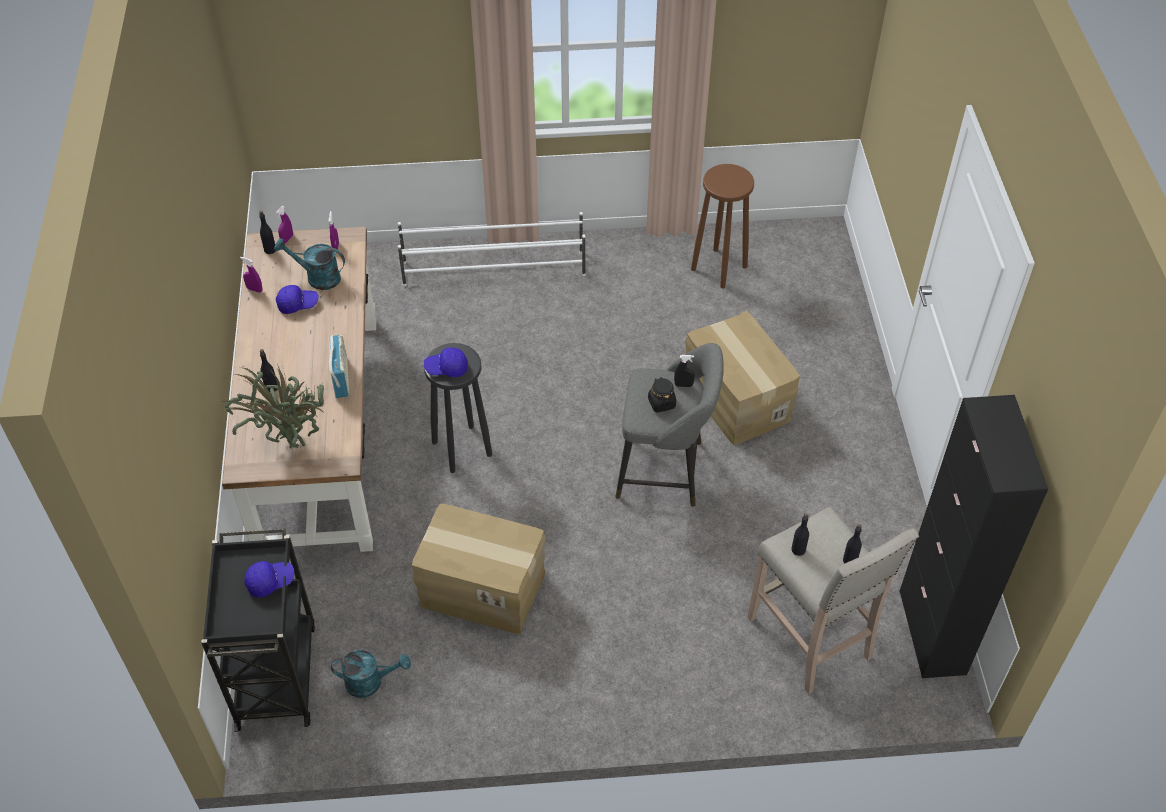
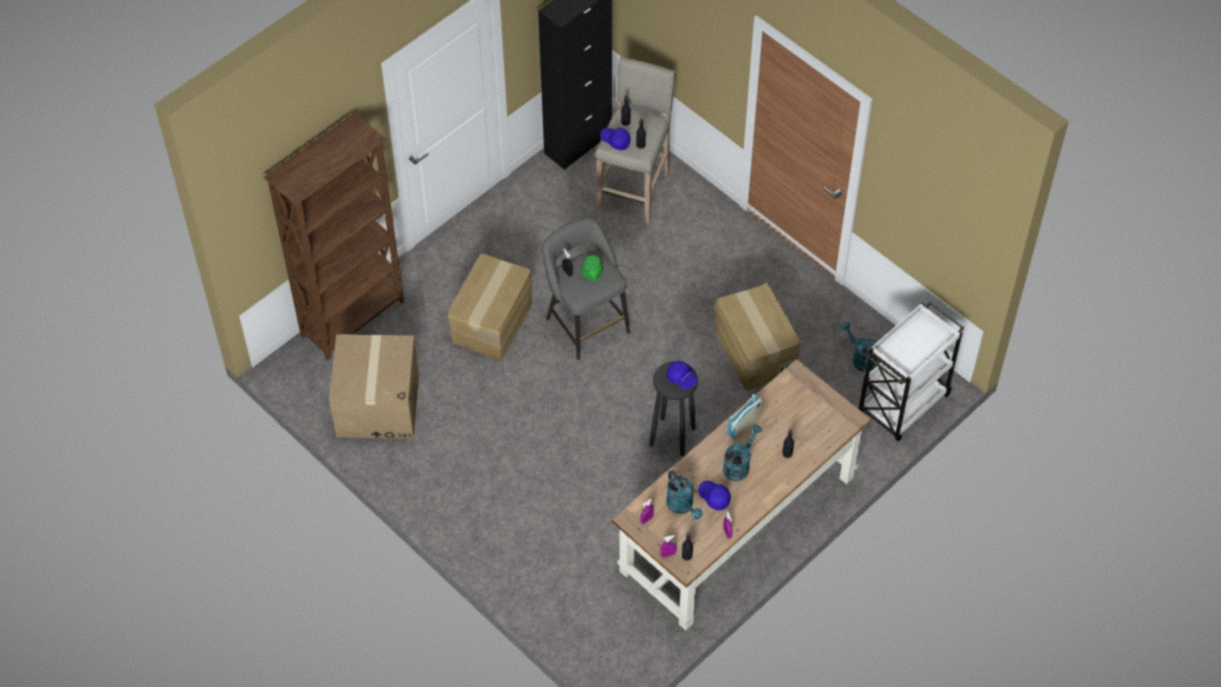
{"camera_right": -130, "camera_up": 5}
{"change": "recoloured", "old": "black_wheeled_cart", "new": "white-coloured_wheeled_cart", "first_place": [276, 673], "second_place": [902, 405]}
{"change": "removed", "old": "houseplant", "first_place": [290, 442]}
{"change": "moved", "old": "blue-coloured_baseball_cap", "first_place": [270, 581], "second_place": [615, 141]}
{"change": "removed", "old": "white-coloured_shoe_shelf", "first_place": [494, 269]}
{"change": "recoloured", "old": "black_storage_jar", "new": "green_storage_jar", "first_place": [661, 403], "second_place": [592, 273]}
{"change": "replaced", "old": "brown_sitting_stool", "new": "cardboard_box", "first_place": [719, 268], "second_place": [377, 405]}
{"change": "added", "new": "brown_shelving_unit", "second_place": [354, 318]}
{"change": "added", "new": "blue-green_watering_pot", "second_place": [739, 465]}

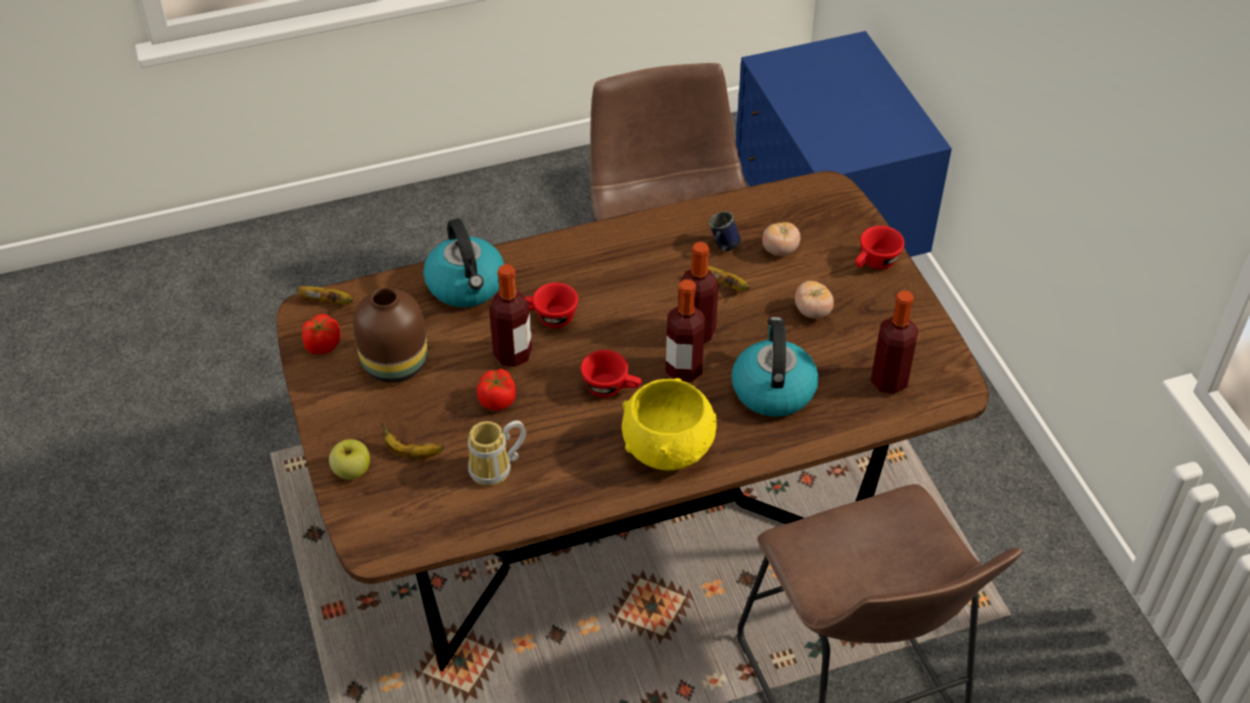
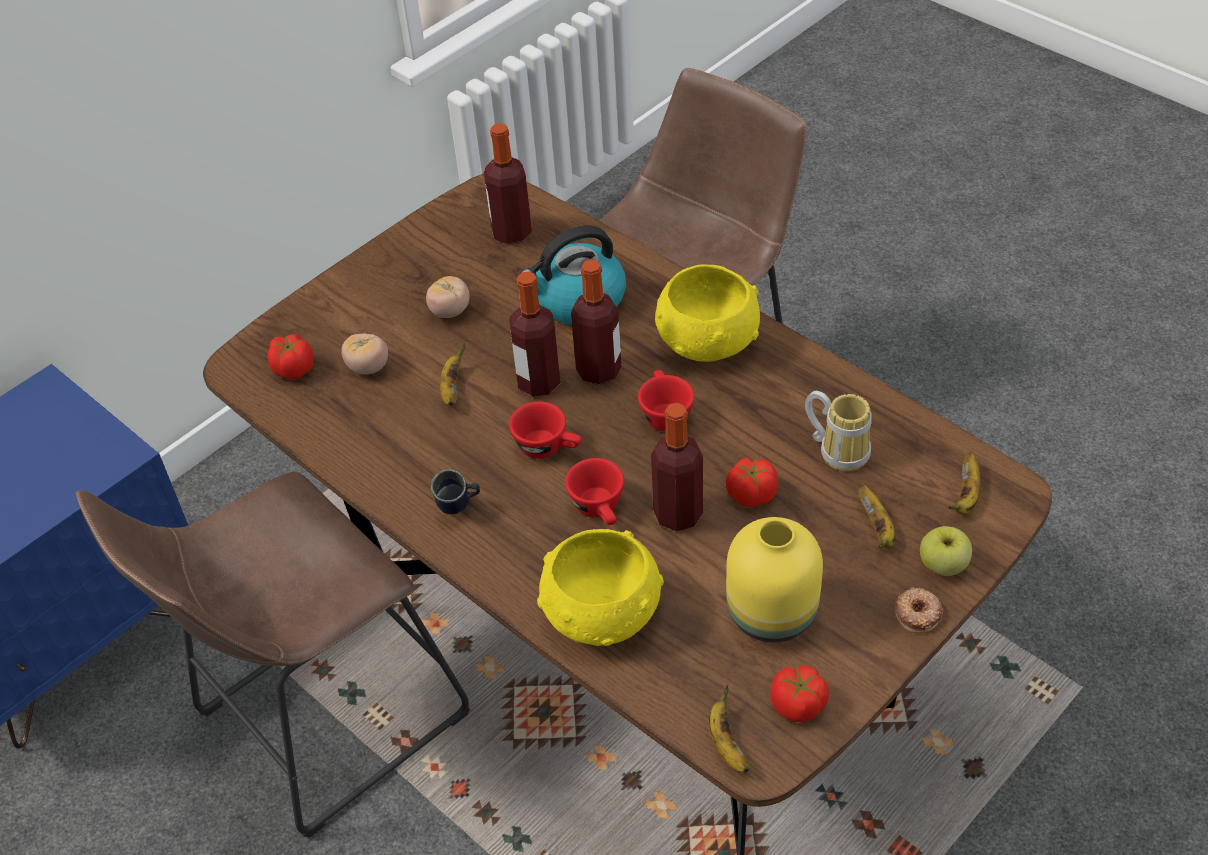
{"camera_right": -115, "camera_up": 0}
{"change": "recoloured", "old": "brown_decorative_vase", "new": "yellow-coloured_decorative_vase", "first_place": [394, 363], "second_place": [771, 615]}
{"change": "replaced", "old": "tea_kettle", "new": "yellow-coloured_deep_dish", "first_place": [466, 285], "second_place": [600, 613]}
{"change": "moved", "old": "blue-coloured_tea_mug", "first_place": [722, 247], "second_place": [459, 507]}
{"change": "moved", "old": "red-coloured_drinking_cup", "first_place": [875, 264], "second_place": [548, 447]}
{"change": "added", "new": "tomato", "second_place": [293, 369]}
{"change": "added", "new": "doughnut", "second_place": [918, 613]}
{"change": "added", "new": "whole_banana", "second_place": [966, 496]}

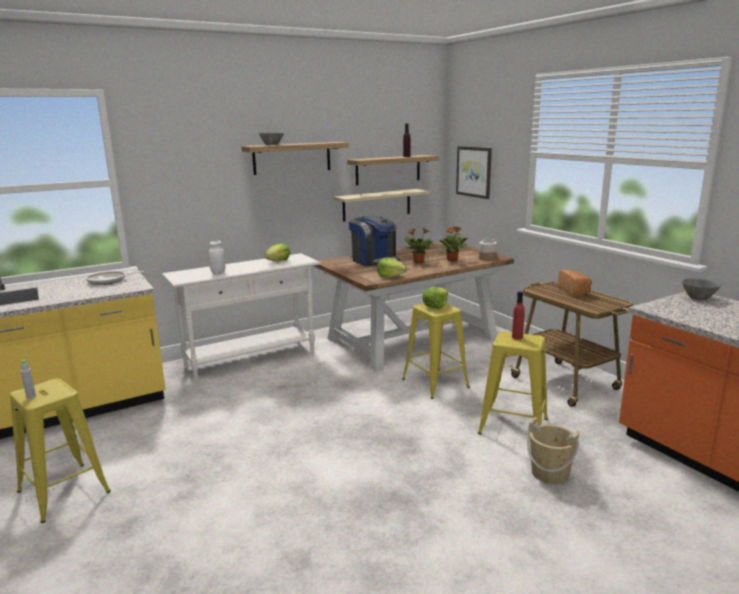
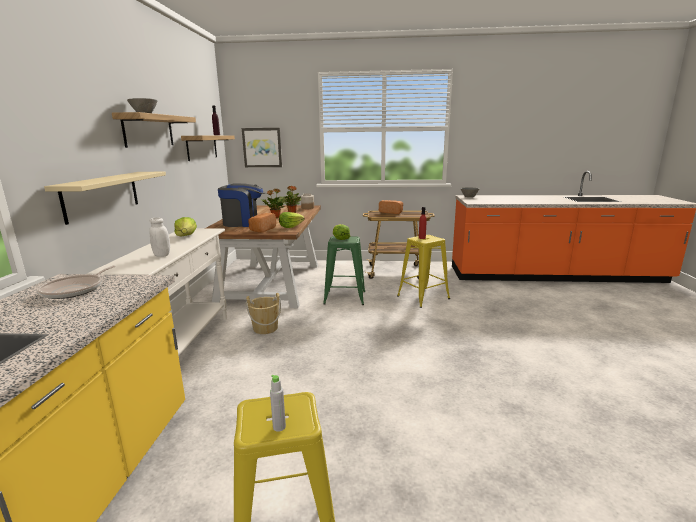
{"camera_right": -55, "camera_up": 0}
{"change": "moved", "old": "beige_wall_shelf", "first_place": [377, 205], "second_place": [102, 195]}
{"change": "recoloured", "old": "yellow-coloured_sitting_stool", "new": "green_sitting_stool", "first_place": [435, 383], "second_place": [345, 298]}
{"change": "moved", "old": "beige_water_bucket", "first_place": [550, 473], "second_place": [265, 328]}
{"change": "added", "new": "bread", "second_place": [262, 229]}

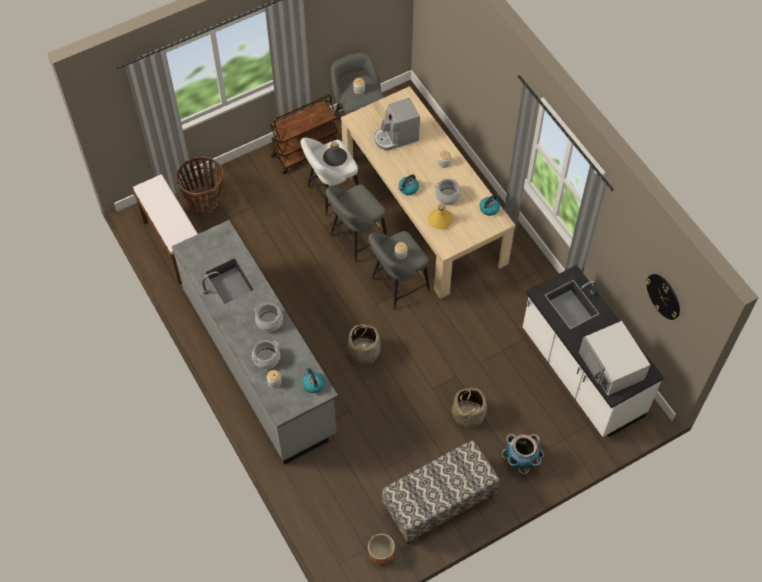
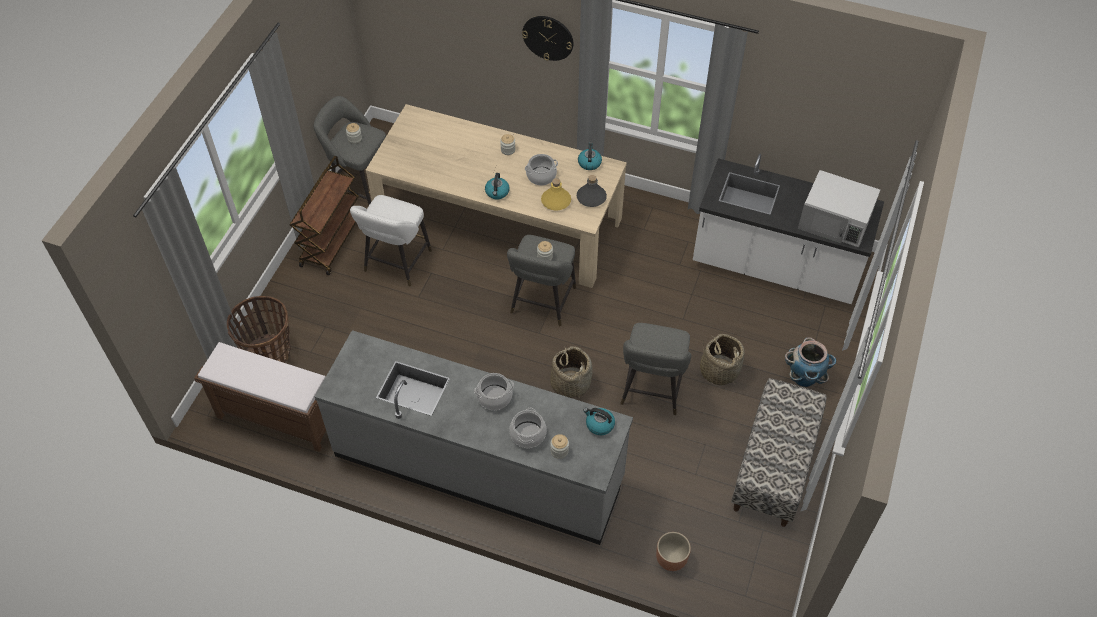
{"camera_right": -40, "camera_up": -5}
{"change": "moved", "old": "grey_beverage_bottle", "first_place": [335, 158], "second_place": [591, 197]}
{"change": "moved", "old": "grey_sitting_stool", "first_place": [356, 240], "second_place": [651, 391]}
{"change": "moved", "old": "brown_plant_pot", "first_place": [381, 554], "second_place": [671, 559]}
{"change": "removed", "old": "coffee_brewer", "first_place": [396, 137]}
{"change": "moved", "old": "wall_clock", "first_place": [663, 296], "second_place": [548, 37]}

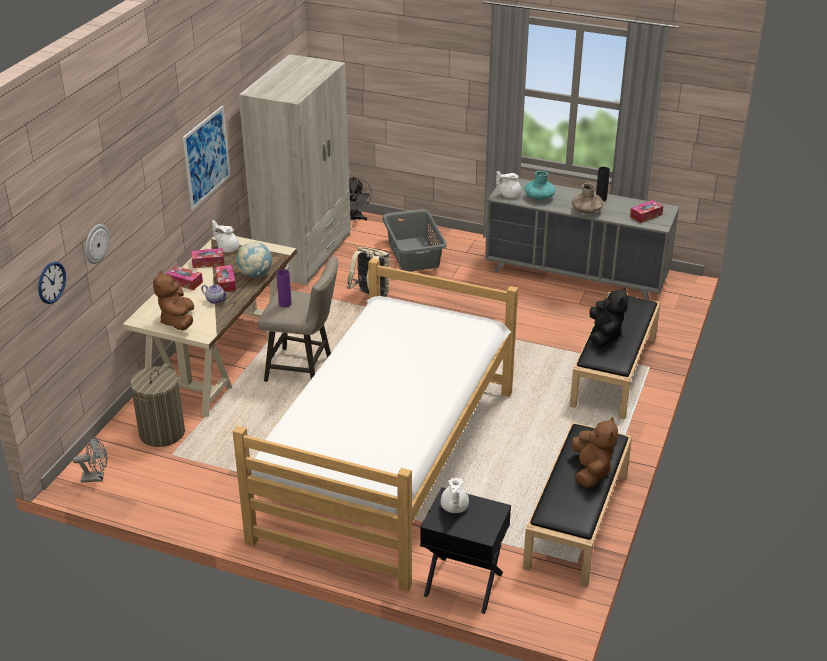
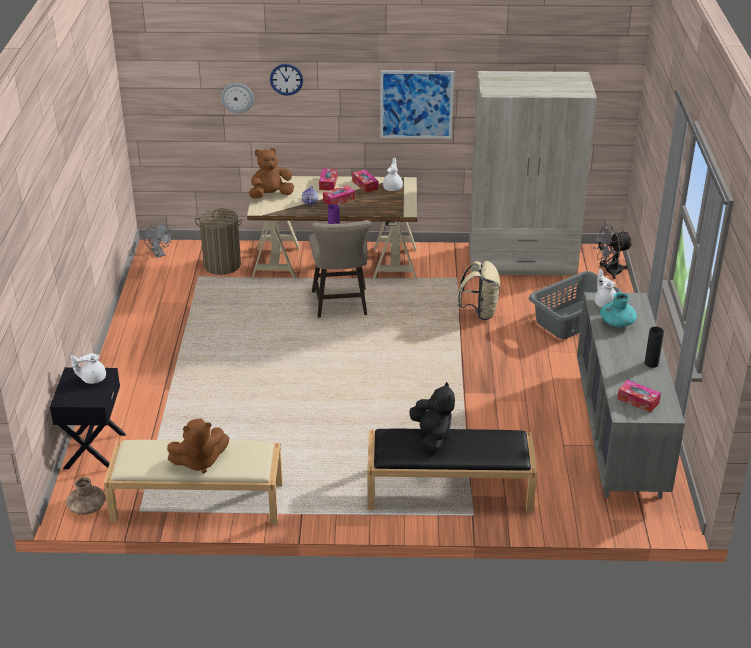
{"camera_right": 70, "camera_up": 0}
{"change": "moved", "old": "wall_clock", "first_place": [51, 282], "second_place": [286, 79]}
{"change": "removed", "old": "bed", "first_place": [387, 462]}
{"change": "removed", "old": "globe", "first_place": [255, 275]}
{"change": "recoloured", "old": "black_indoor_bench", "new": "beige_indoor_bench", "first_place": [577, 521], "second_place": [196, 502]}
{"change": "moved", "old": "brown_decorative_vase", "first_place": [586, 210], "second_place": [87, 508]}
{"change": "turned", "old": "black_plush_toy", "first_place": [604, 335], "second_place": [432, 437], "degrees": -90}

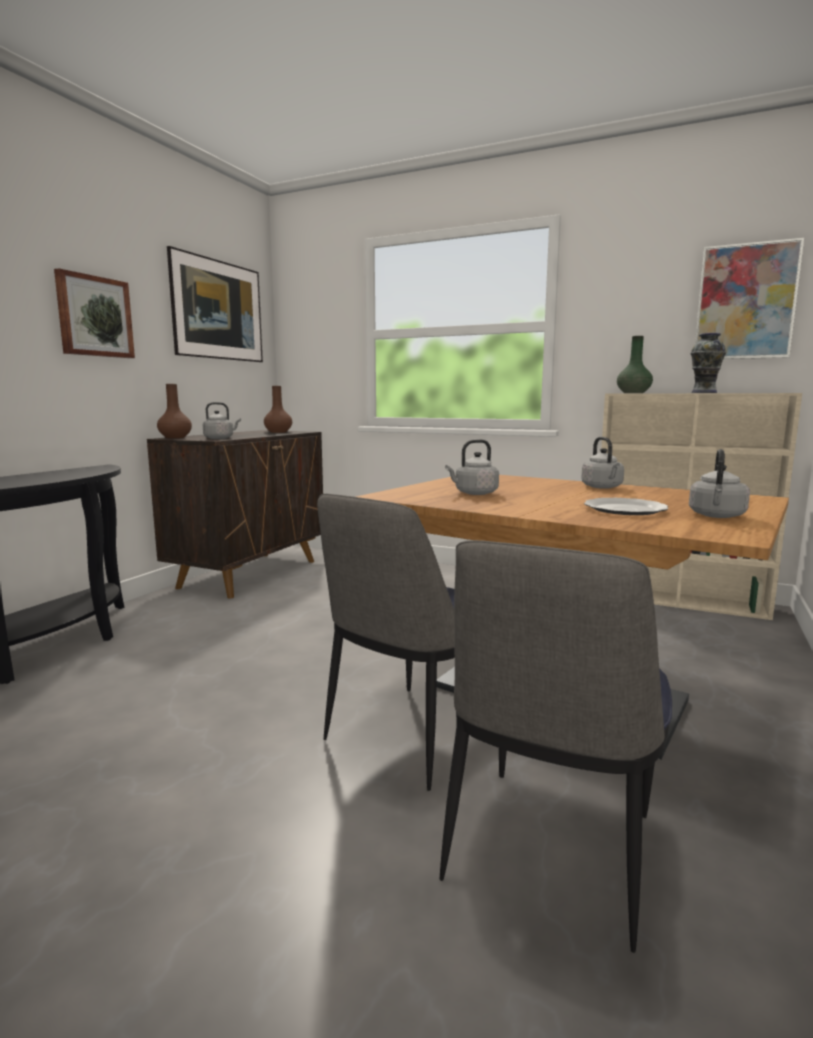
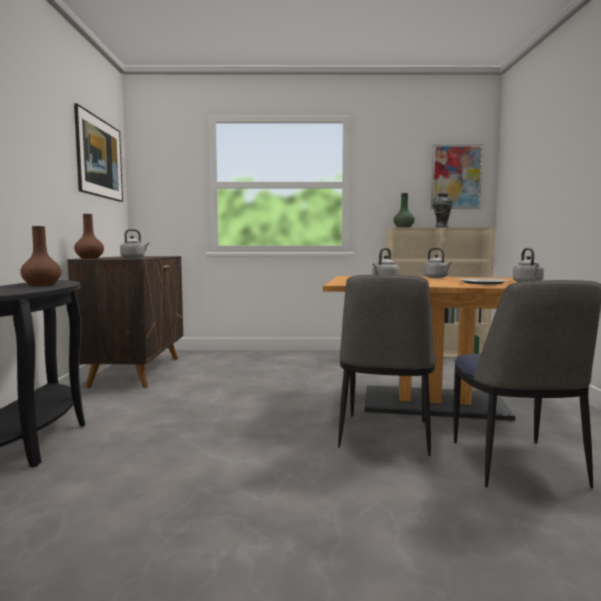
{"camera_right": -25, "camera_up": -5}
{"change": "removed", "old": "wall_art", "first_place": [94, 316]}
{"change": "moved", "old": "brown_decorative_vase", "first_place": [278, 432], "second_place": [41, 285]}

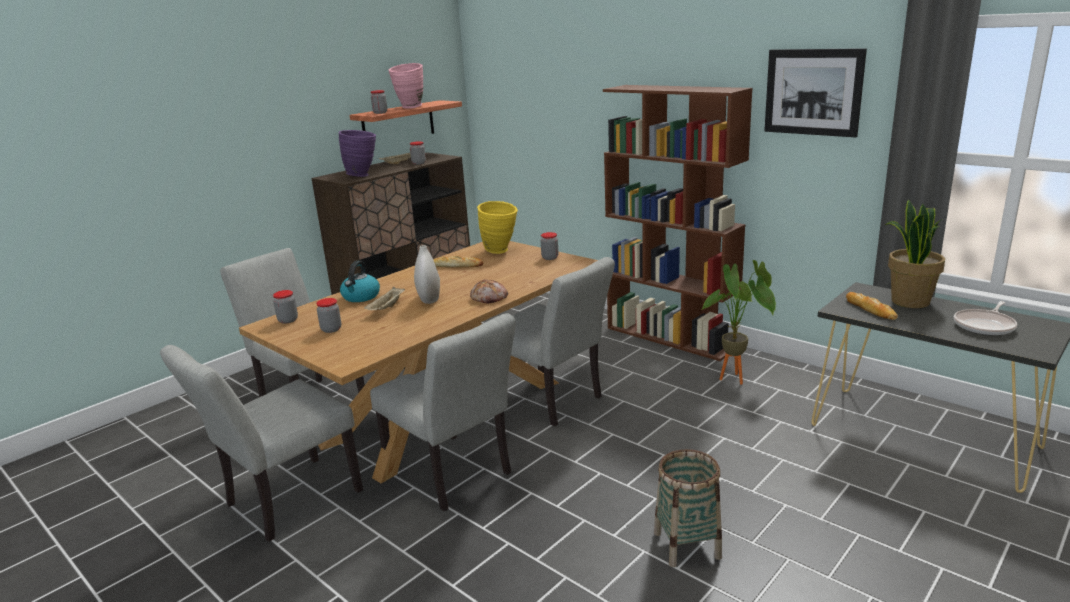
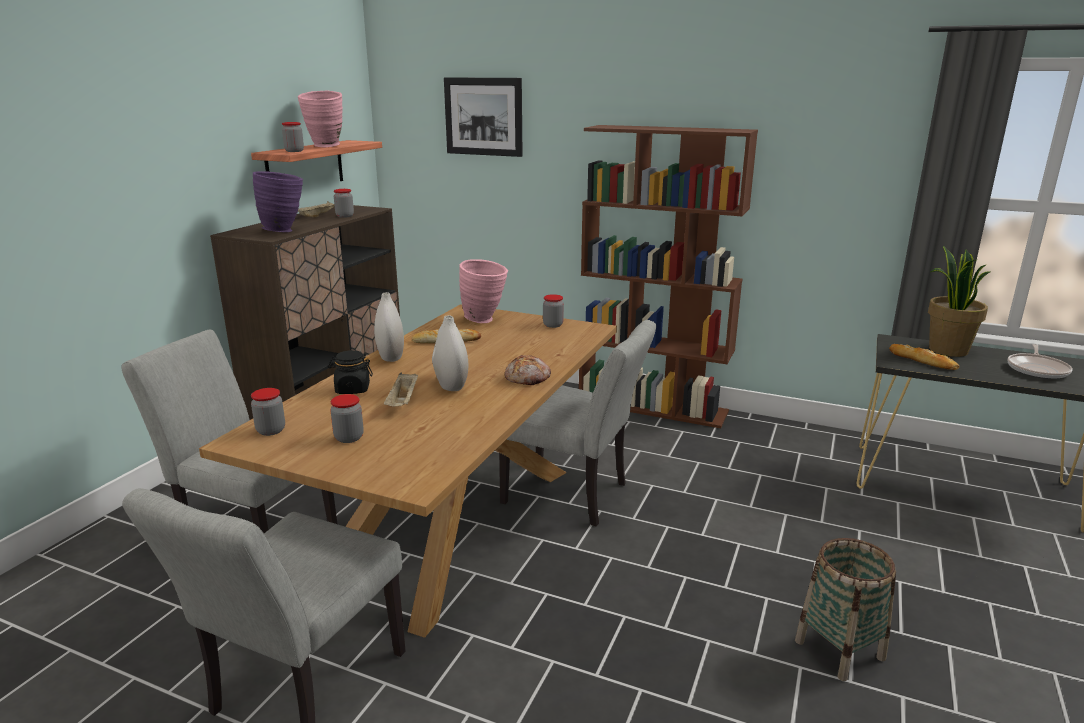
{"camera_right": -20, "camera_up": 0}
{"change": "replaced", "old": "tea_kettle", "new": "black_storage_jar", "first_place": [361, 297], "second_place": [352, 389]}
{"change": "removed", "old": "grey_plain_chair", "first_place": [454, 475]}
{"change": "recoloured", "old": "yellow-coloured_decorative_vase", "new": "pink-coloured_decorative_vase", "first_place": [500, 251], "second_place": [485, 320]}
{"change": "removed", "old": "houseplant", "first_place": [739, 379]}
{"change": "moved", "old": "wall_art", "first_place": [813, 92], "second_place": [483, 116]}
{"change": "added", "new": "white-coloured_decorative_vase", "second_place": [391, 356]}

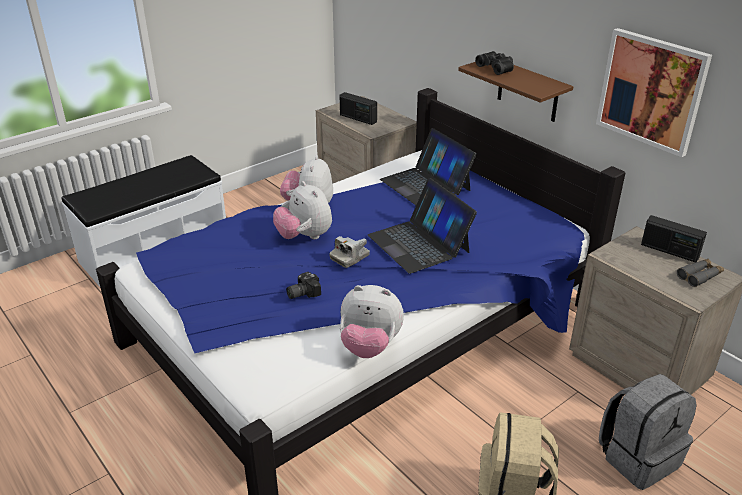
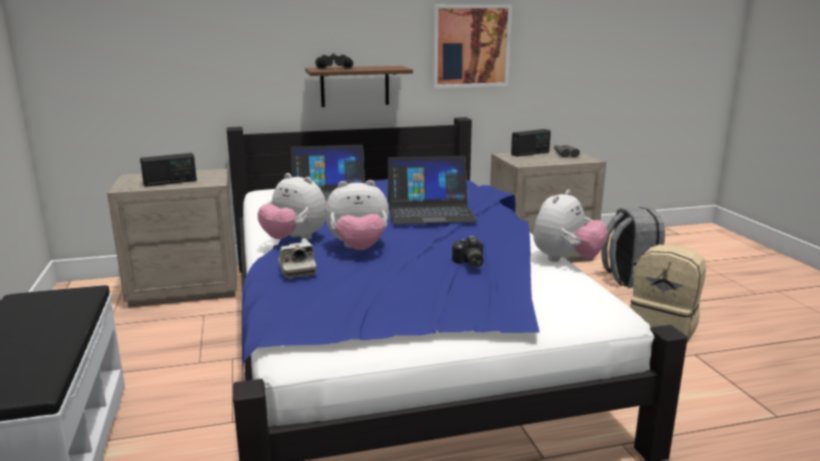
{"camera_right": -65, "camera_up": -15}
{"change": "moved", "old": "still_camera", "first_place": [350, 257], "second_place": [296, 270]}

